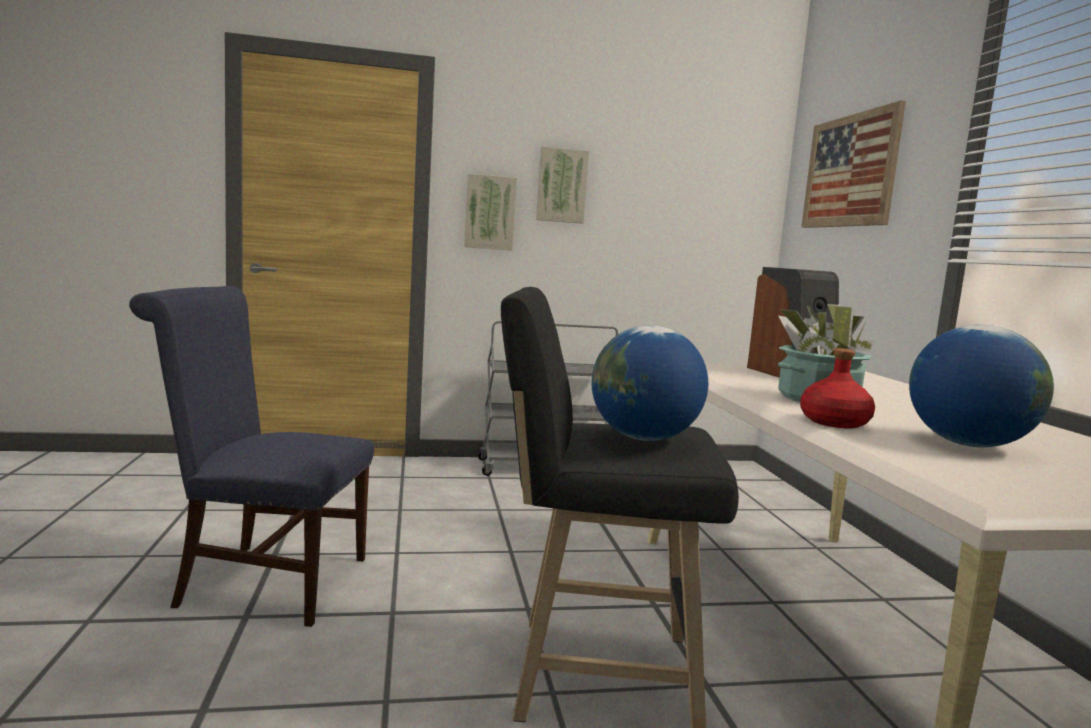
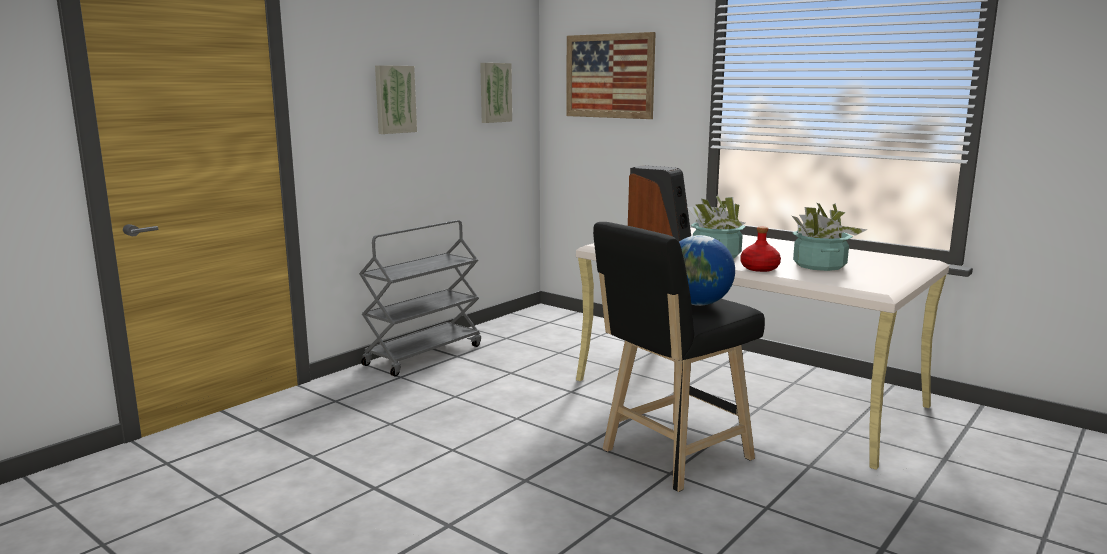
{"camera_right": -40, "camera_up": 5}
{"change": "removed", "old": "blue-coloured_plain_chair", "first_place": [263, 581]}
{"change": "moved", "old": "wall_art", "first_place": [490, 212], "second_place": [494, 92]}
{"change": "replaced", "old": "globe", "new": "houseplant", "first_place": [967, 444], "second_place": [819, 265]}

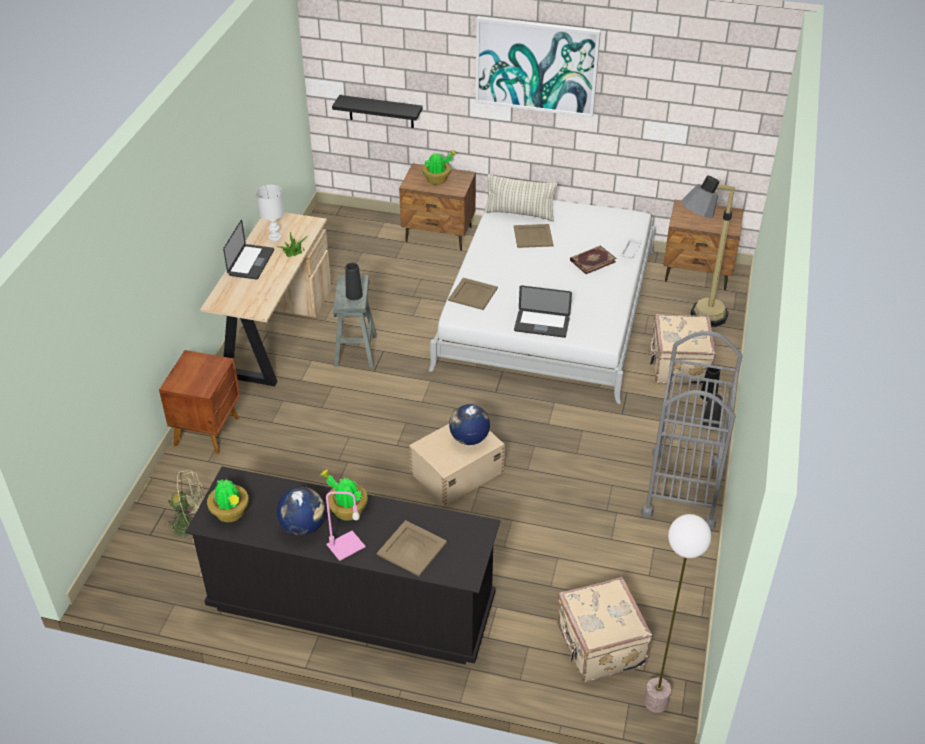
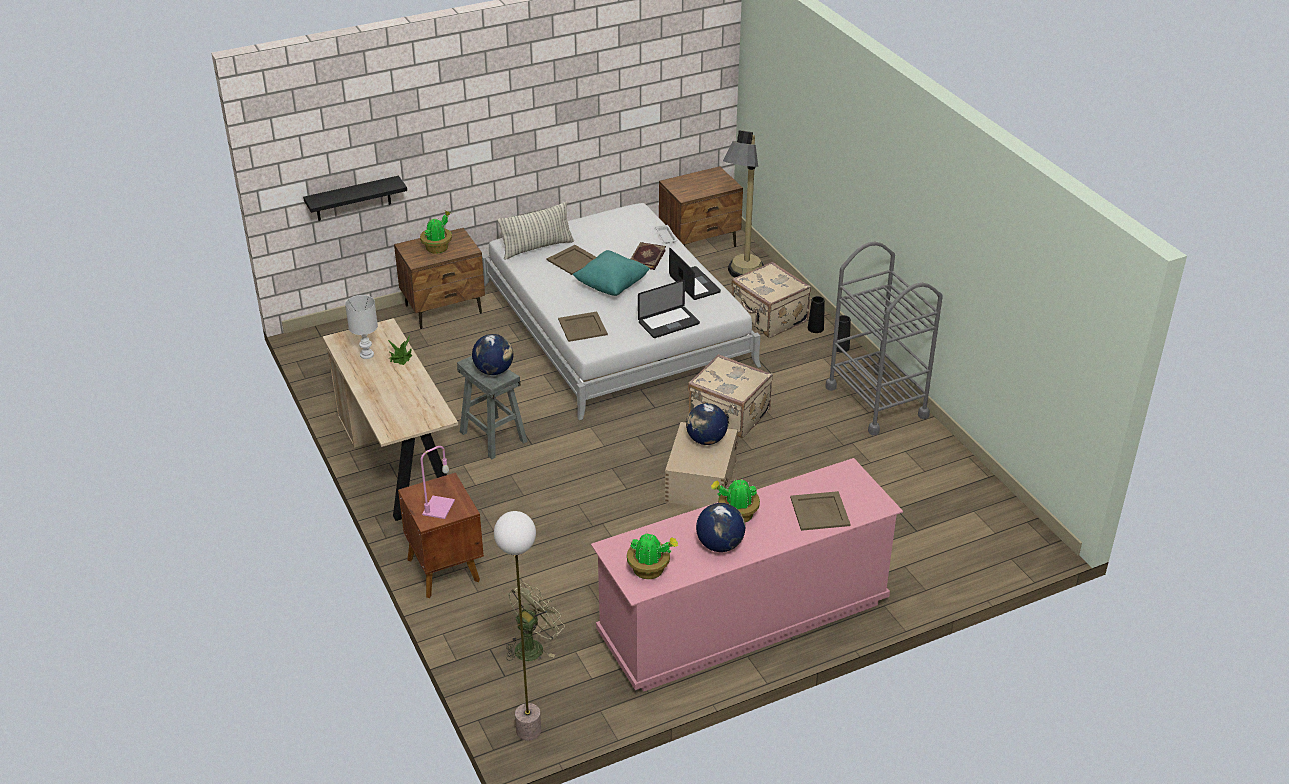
{"camera_right": -40, "camera_up": -5}
{"change": "recoloured", "old": "black_chest_of_drawers", "new": "pink-coloured_chest_of_drawers", "first_place": [352, 603], "second_place": [743, 619]}
{"change": "moved", "old": "notebook_computer", "first_place": [251, 263], "second_place": [694, 284]}
{"change": "moved", "old": "pink-coloured_tabletop_lamp", "first_place": [345, 546], "second_place": [438, 508]}
{"change": "replaced", "old": "black_decorative_vase", "new": "globe", "first_place": [354, 295], "second_place": [494, 371]}
{"change": "removed", "old": "wall_art", "first_place": [536, 66]}
{"change": "moved", "old": "beige_piece_of_luggage", "first_place": [599, 646], "second_place": [729, 415]}
{"change": "moved", "old": "standing_lamp", "first_place": [656, 702], "second_place": [528, 730]}
{"change": "added", "new": "blue-green_pillow", "second_place": [611, 286]}

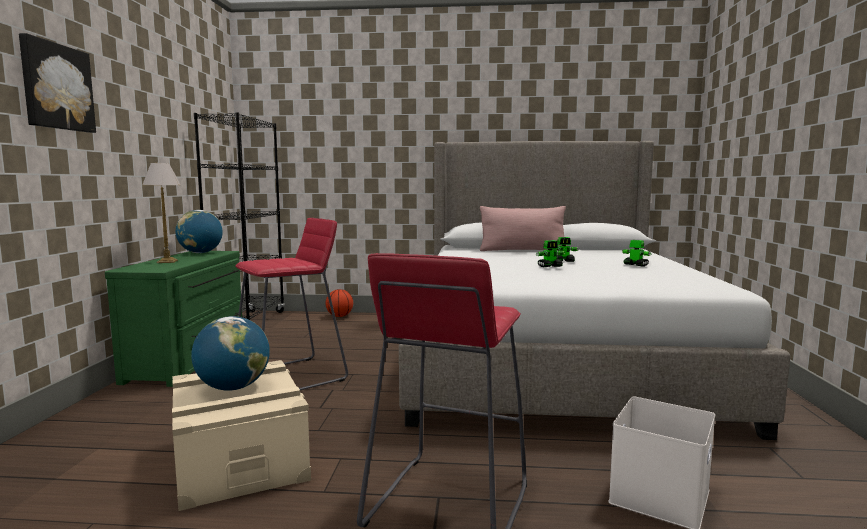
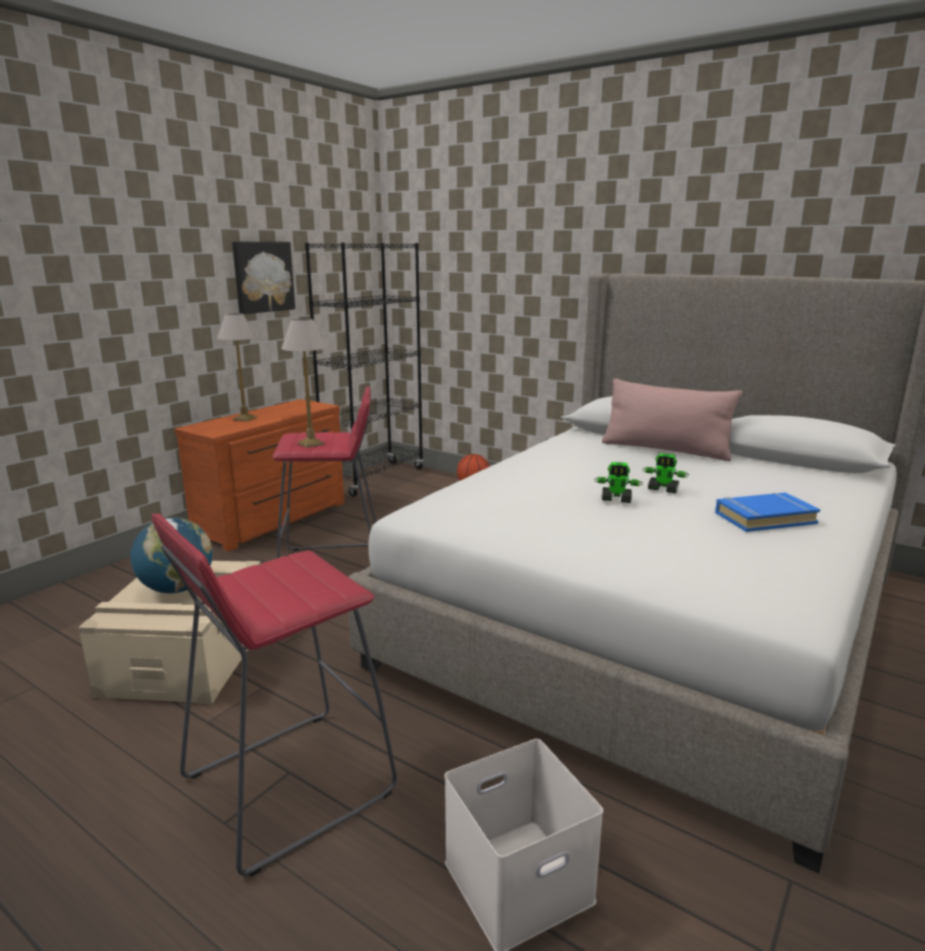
{"camera_right": 30, "camera_up": 10}
{"change": "moved", "old": "wall_art", "first_place": [56, 87], "second_place": [262, 277]}
{"change": "recoloured", "old": "green_chest_of_drawers", "new": "brown_chest_of_drawers", "first_place": [191, 359], "second_place": [275, 520]}
{"change": "removed", "old": "globe", "first_place": [200, 253]}
{"change": "replaced", "old": "toy_robot", "new": "blue-coloured_volume", "first_place": [635, 265], "second_place": [764, 518]}
{"change": "added", "new": "tabletop_lamp", "second_place": [310, 444]}

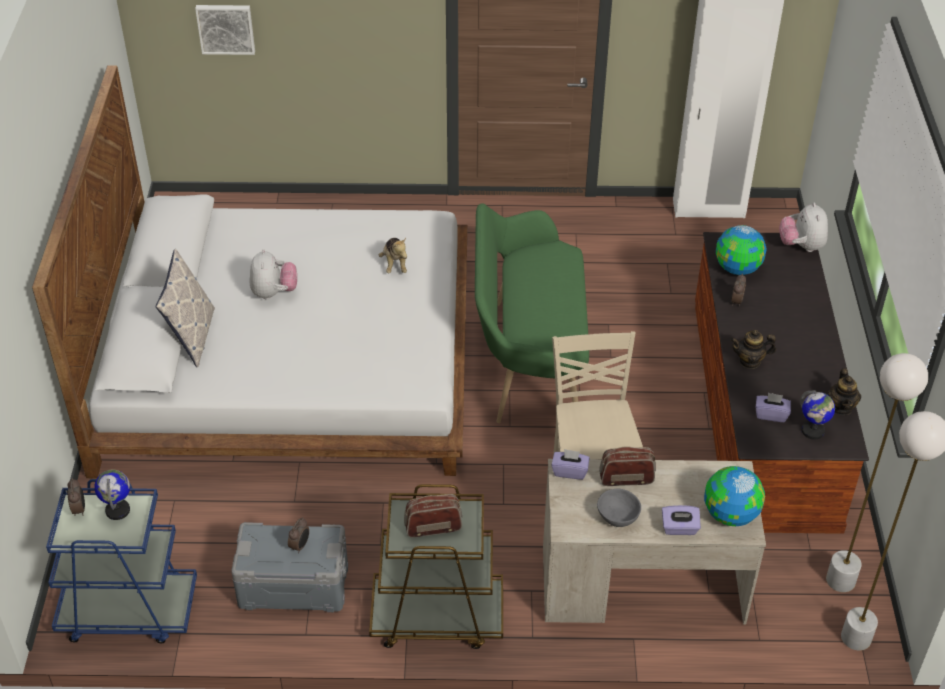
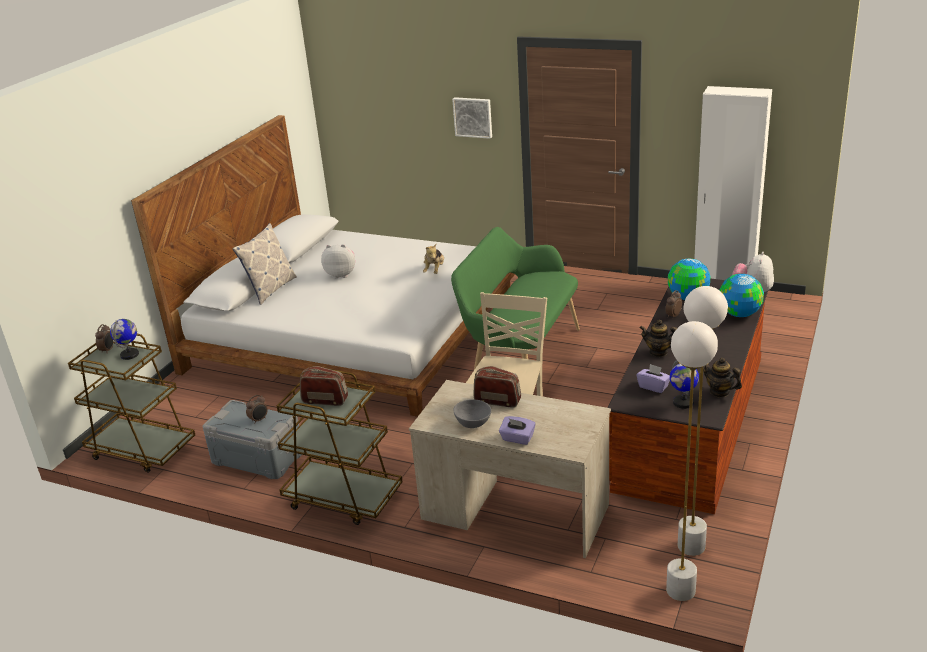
{"camera_right": 25, "camera_up": -15}
{"change": "recoloured", "old": "blue-coloured_wheeled_cart", "new": "brown_wheeled_cart", "first_place": [128, 611], "second_place": [141, 450]}
{"change": "moved", "old": "wall_art", "first_place": [226, 28], "second_place": [473, 117]}
{"change": "turned", "old": "plush_toy", "first_place": [274, 293], "second_place": [341, 274], "degrees": -105}
{"change": "removed", "old": "purplish_box_of_tissues", "first_place": [569, 471]}
{"change": "moved", "old": "globe", "first_place": [730, 514], "second_place": [739, 314]}
{"change": "turned", "old": "pot_for_tea", "first_place": [841, 407], "second_place": [719, 392], "degrees": 105}

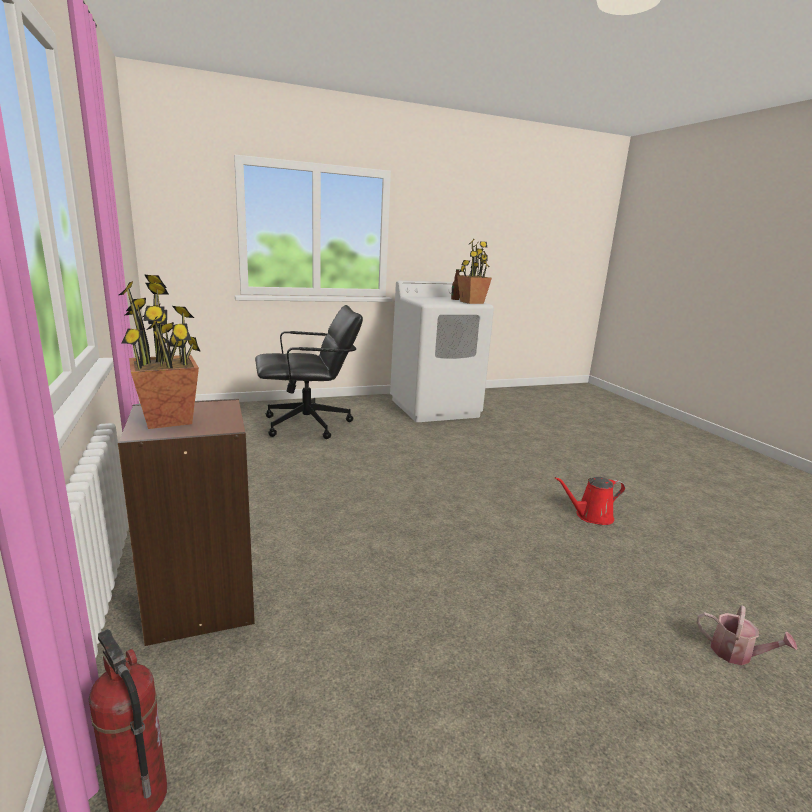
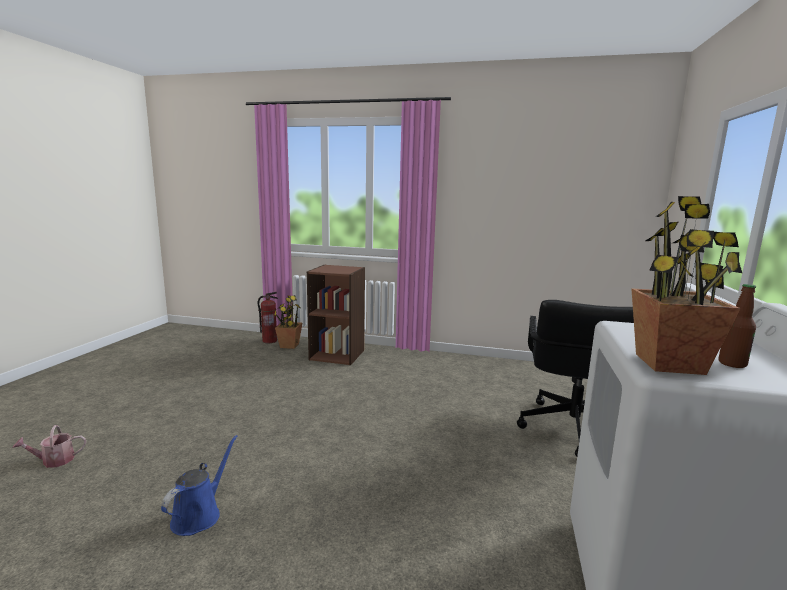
{"camera_right": 125, "camera_up": -5}
{"change": "moved", "old": "houseplant", "first_place": [169, 419], "second_place": [289, 346]}
{"change": "recoloured", "old": "red-coloured_watering_pot", "new": "blue-coloured_watering_pot", "first_place": [591, 516], "second_place": [199, 515]}

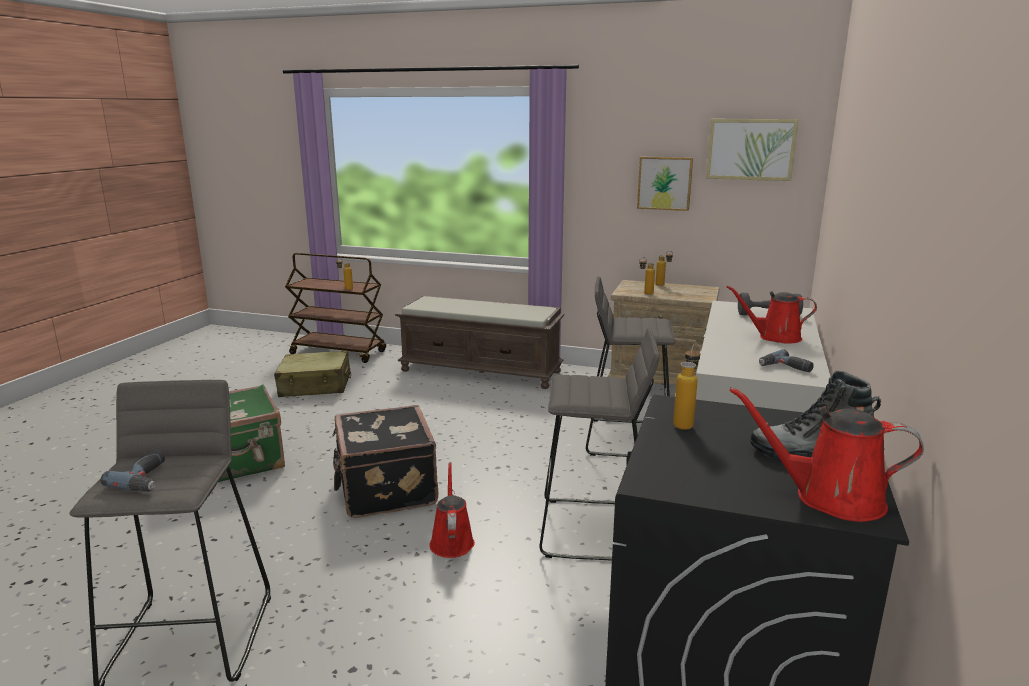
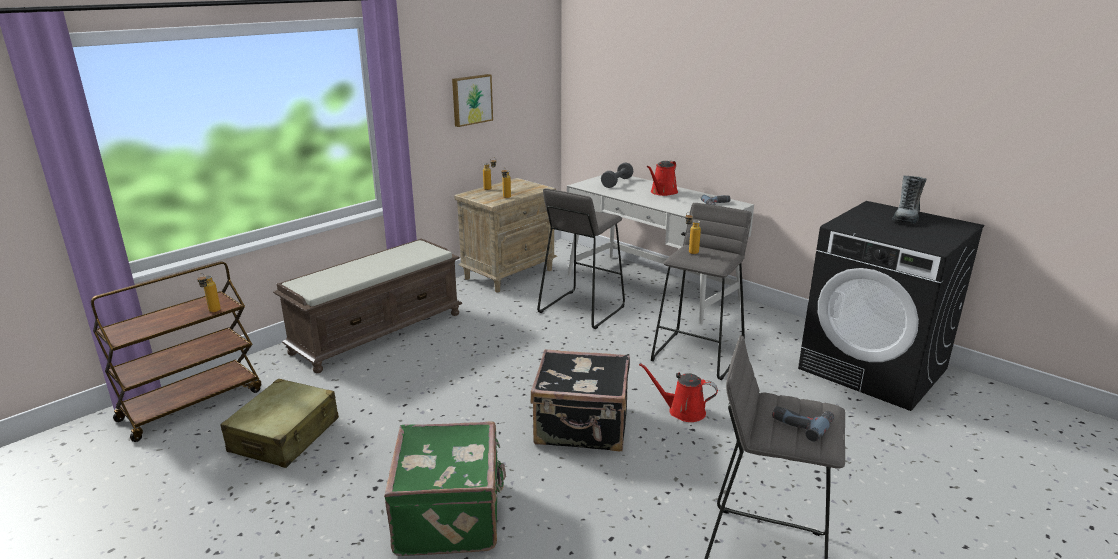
{"camera_right": -65, "camera_up": 5}
{"change": "moved", "old": "beverage_bottle", "first_place": [684, 422], "second_place": [690, 251]}
{"change": "removed", "old": "wall_art", "first_place": [750, 149]}
{"change": "removed", "old": "red-coloured_watering_pot", "first_place": [830, 498]}

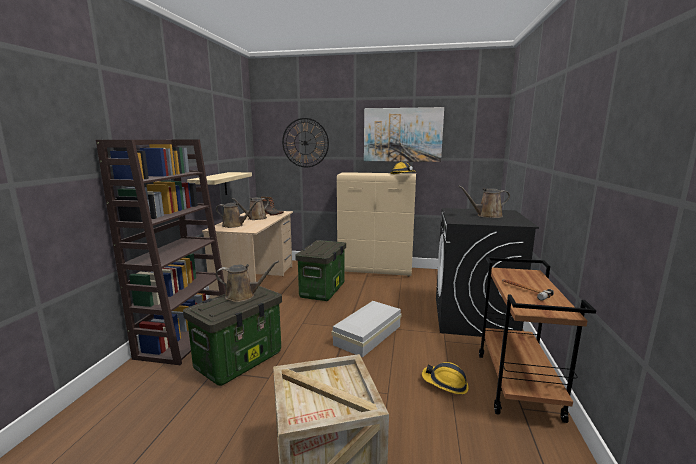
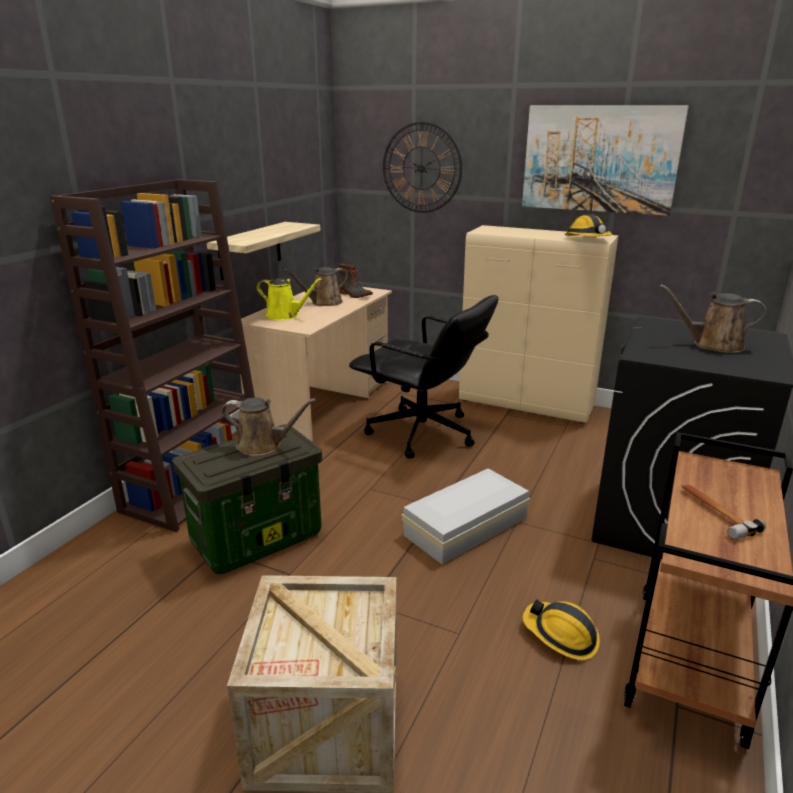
{"camera_right": 15, "camera_up": 10}
{"change": "recoloured", "old": "brown_watering_pot", "new": "yellow-coloured_watering_pot", "first_place": [234, 225], "second_place": [285, 315]}
{"change": "replaced", "old": "storage_container", "new": "black_office_chair", "first_place": [323, 290], "second_place": [422, 434]}

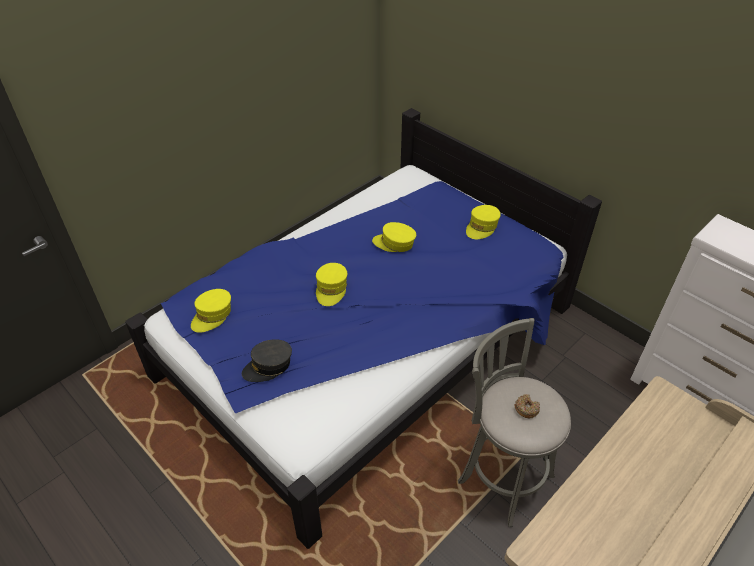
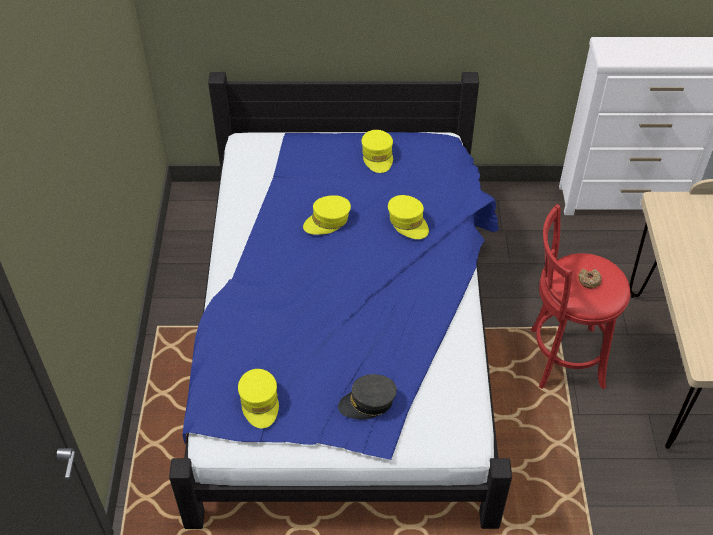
{"camera_right": -45, "camera_up": 5}
{"change": "turned", "old": "grey_baseball_cap", "first_place": [268, 366], "second_place": [368, 403], "degrees": 60}
{"change": "moved", "old": "yellow-coloured_baseball_cap", "first_place": [331, 289], "second_place": [408, 222]}
{"change": "recoloured", "old": "grey_sitting_stool", "new": "red-coloured_sitting_stool", "first_place": [501, 475], "second_place": [561, 358]}

